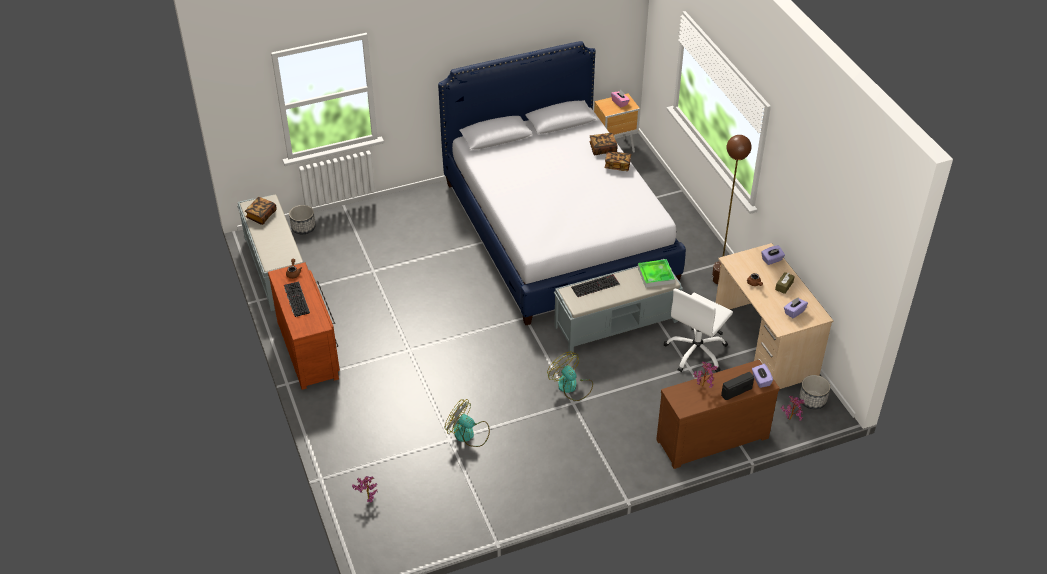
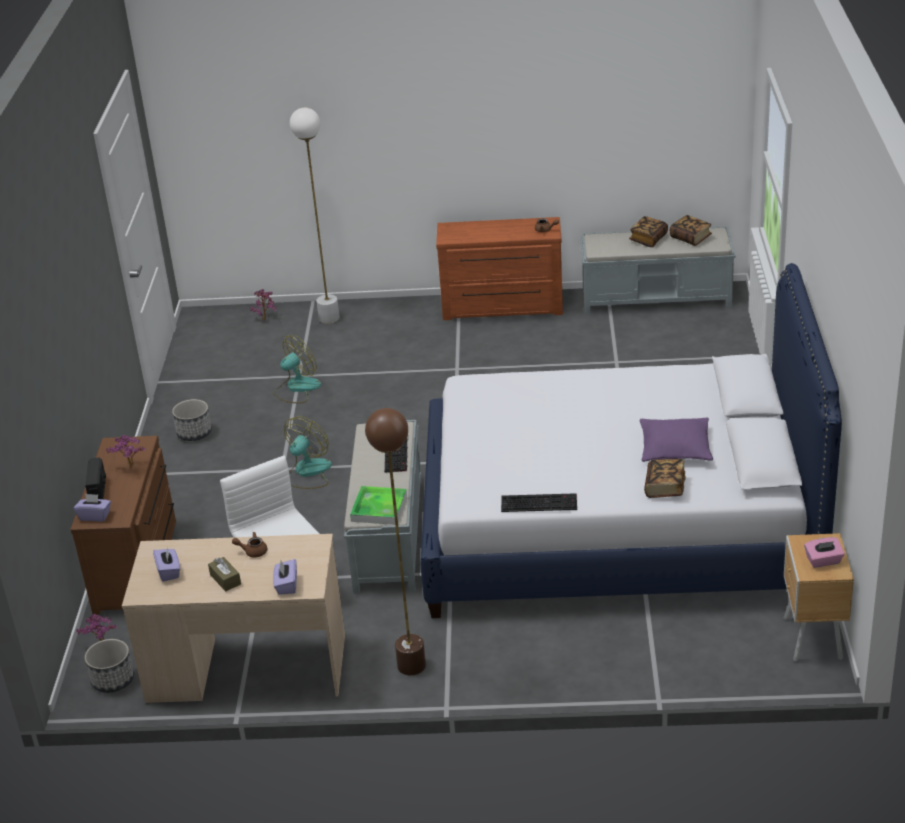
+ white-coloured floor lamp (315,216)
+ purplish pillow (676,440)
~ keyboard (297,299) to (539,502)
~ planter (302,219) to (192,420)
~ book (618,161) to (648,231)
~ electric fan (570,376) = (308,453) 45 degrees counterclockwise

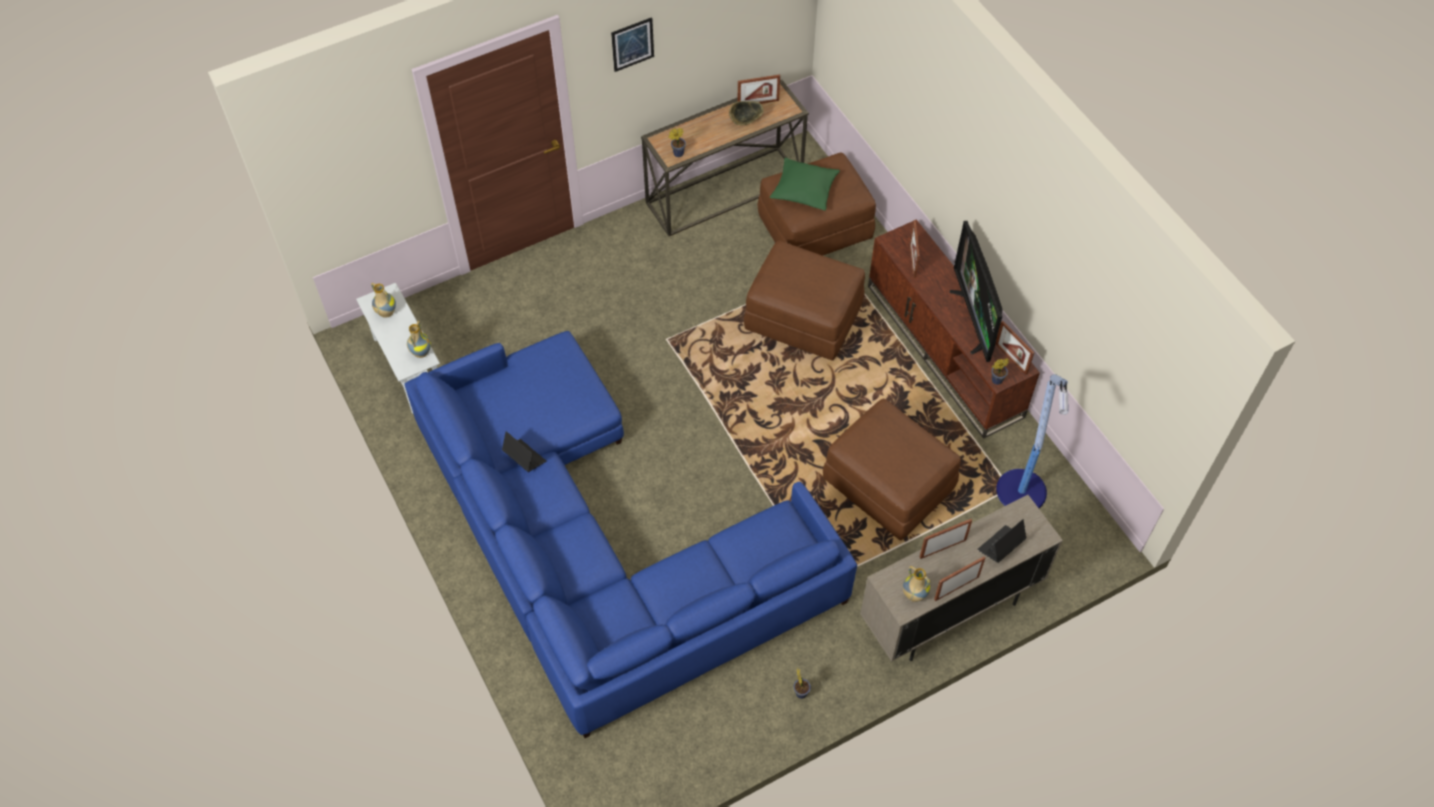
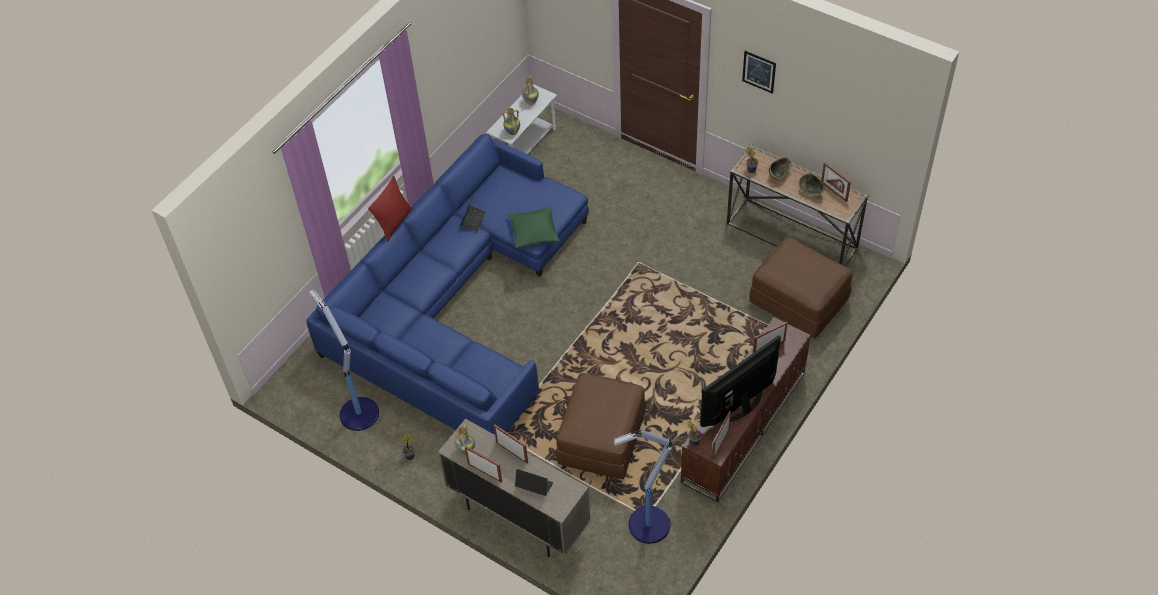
- brown-coloured footrest (804,301)
+ floor lamp (344,360)
+ red pillow (390,209)
+ deep dish (780,169)
~ green pillow (805,184) to (534,227)

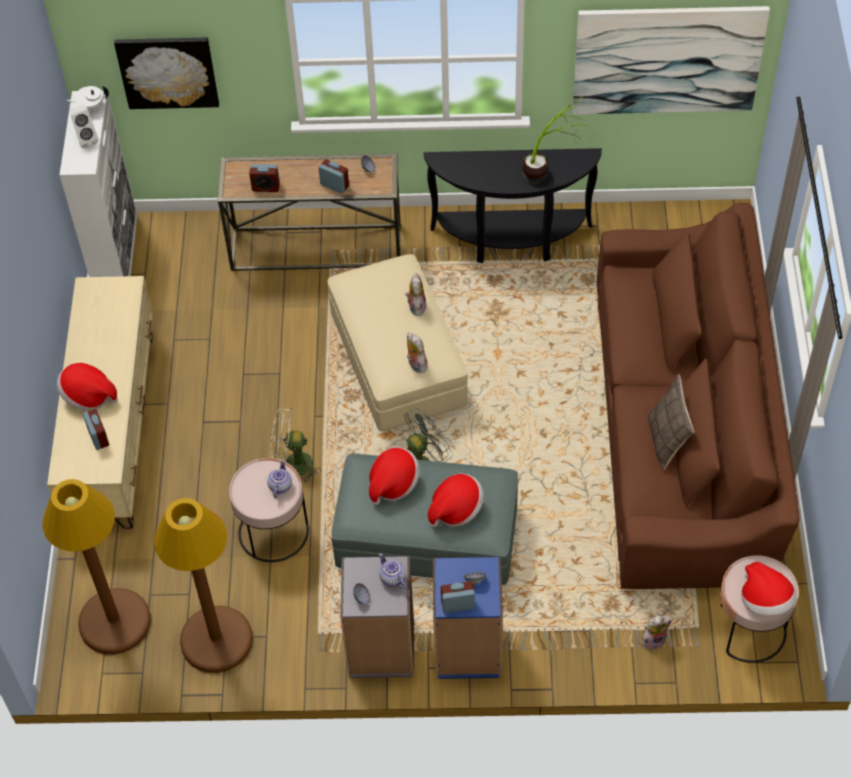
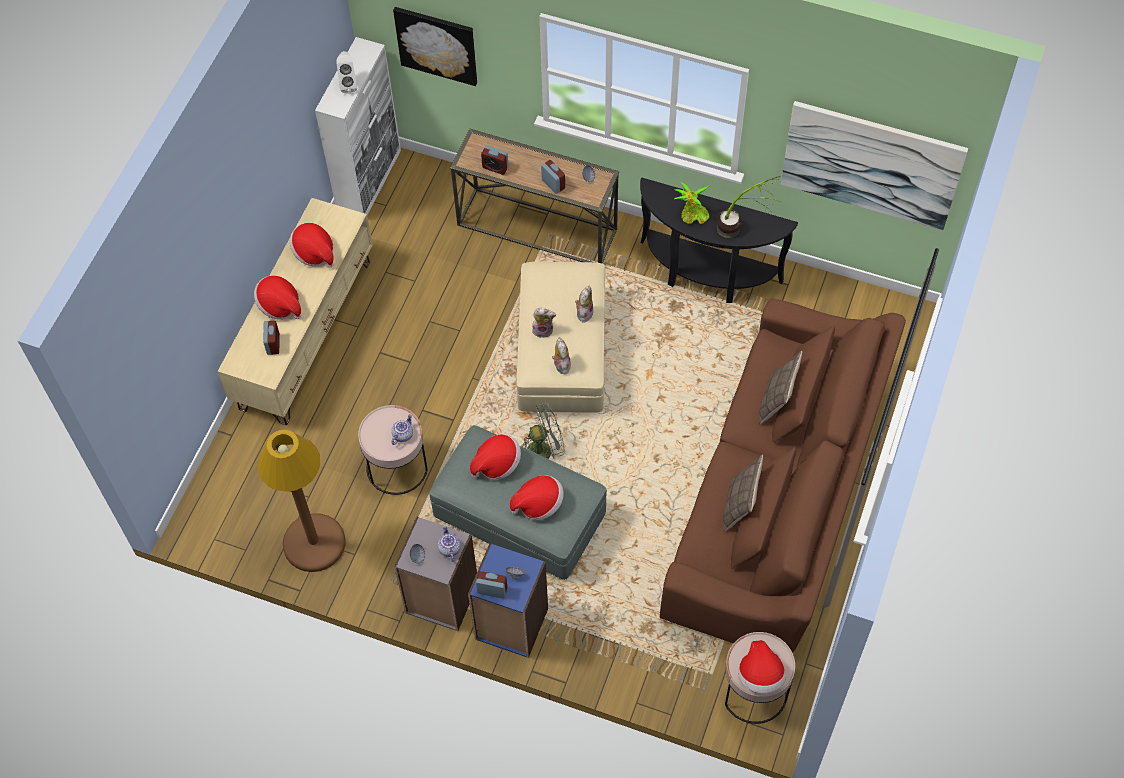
- brown-coloured floor lamp (96,567)
- white-coloured teapot (88,99)
- sand-coloured electric fan (295,445)
+ clothing hat (312,245)
+ plant in a pot (692,202)
+ pillow (780,387)
~ plush toy (657,633) to (544,323)

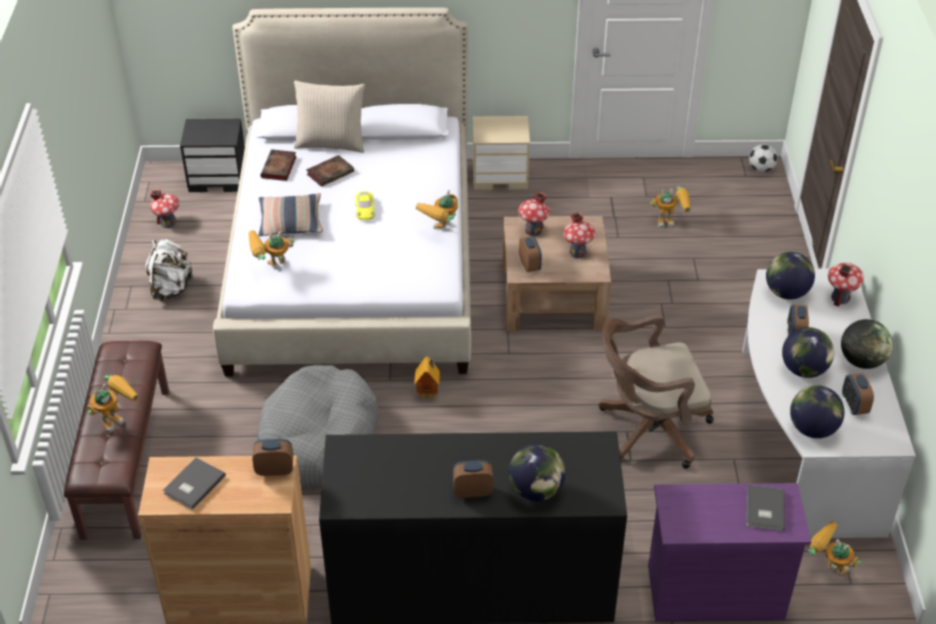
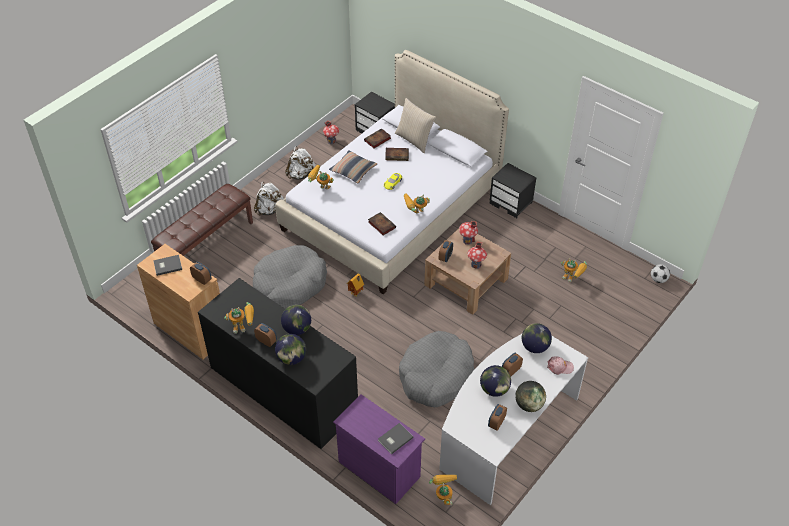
+ white-coloured rucksack (269,199)
+ book (382,223)
~ robot figure (113,404) to (239,318)
~ world globe (817,411) to (296,320)
~ brown-coloured office chair (656,391) to grey dog cushion (436,369)
~ miniature house (846,285) to pink baseball cap (560,365)
~ sand-coloured bedside table (501,153) to black-coloured bedside table (512,190)

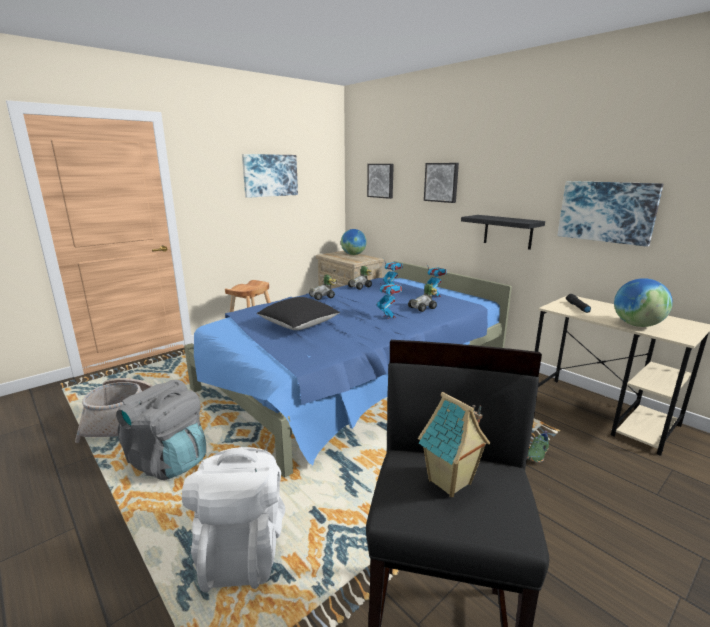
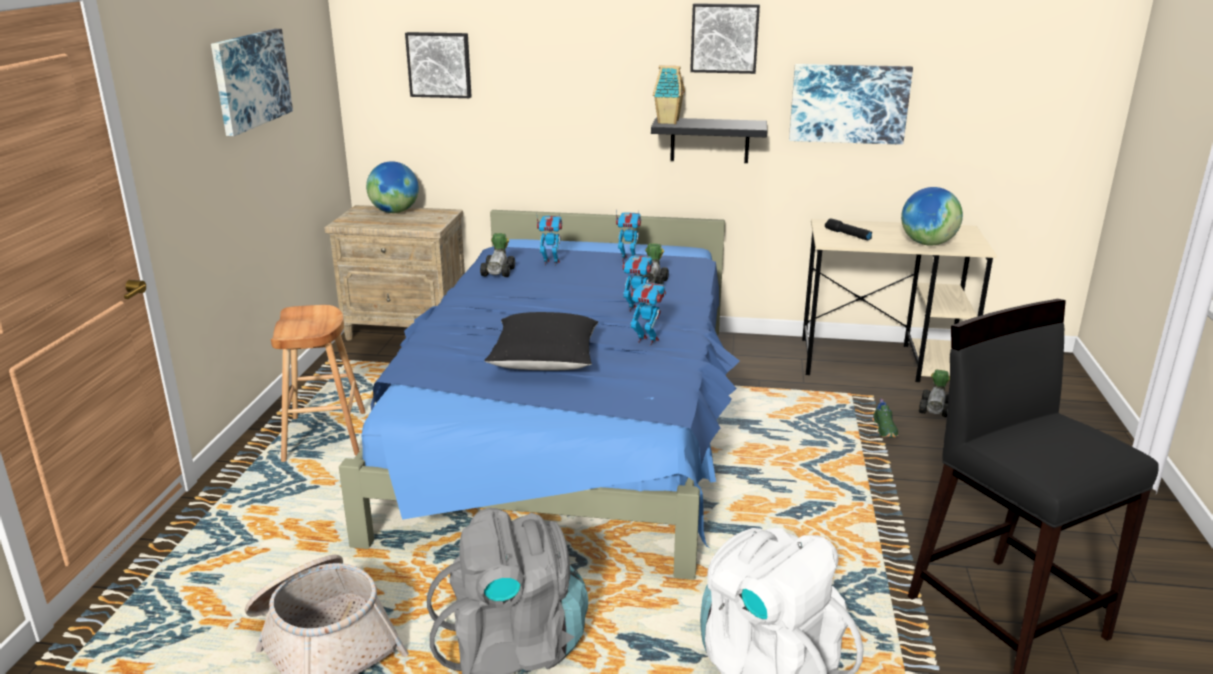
+ robot figure (648,313)
~ model car (323,287) to (934,394)
~ miniature house (454,444) to (669,94)
~ wall art (441,183) to (725,38)

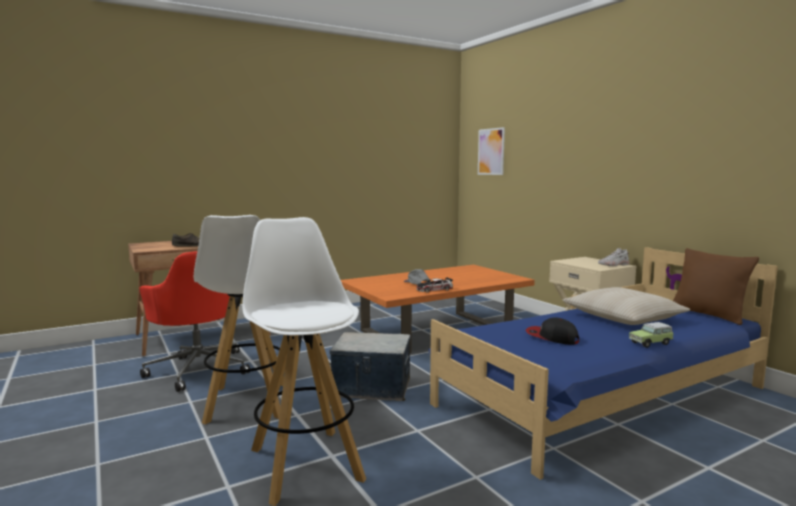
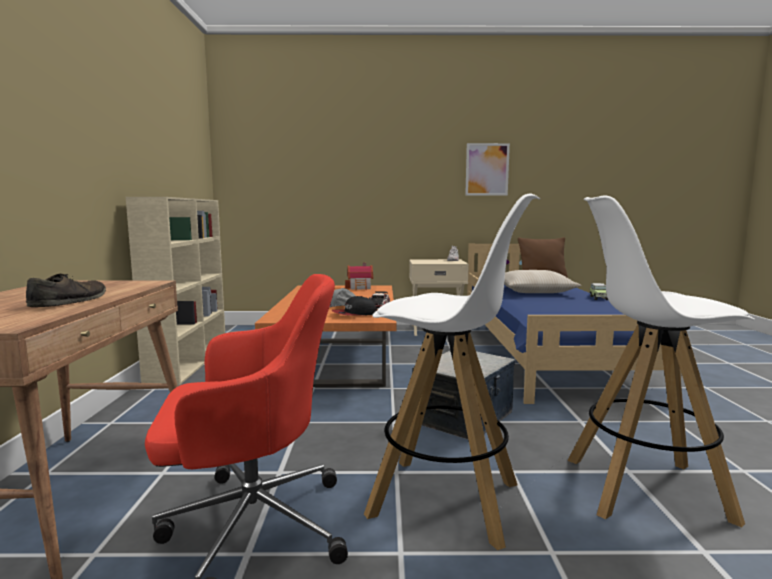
+ sand-coloured shelving unit (175,291)
+ miniature house (359,276)
~ wall art (491,151) to (487,169)
~ baseball cap (552,331) to (354,306)

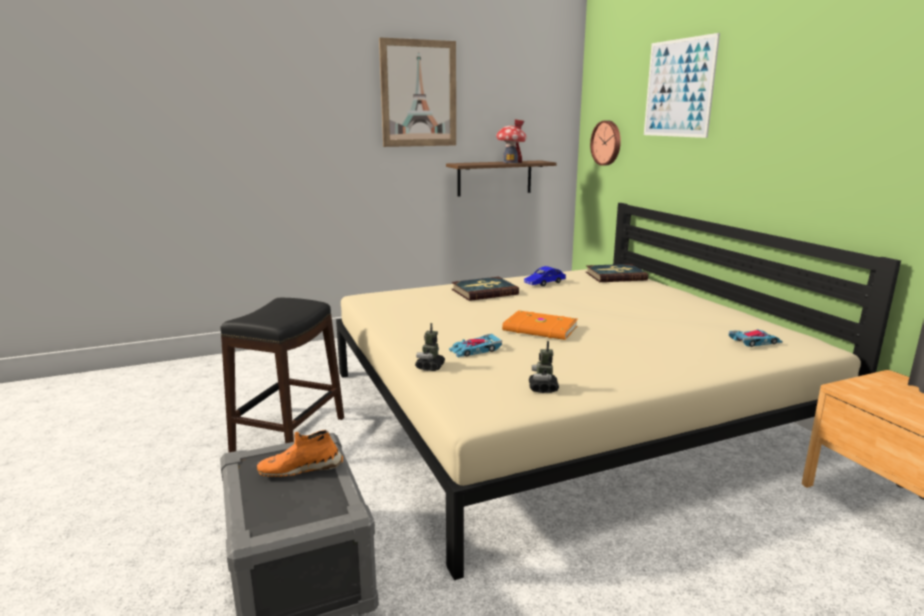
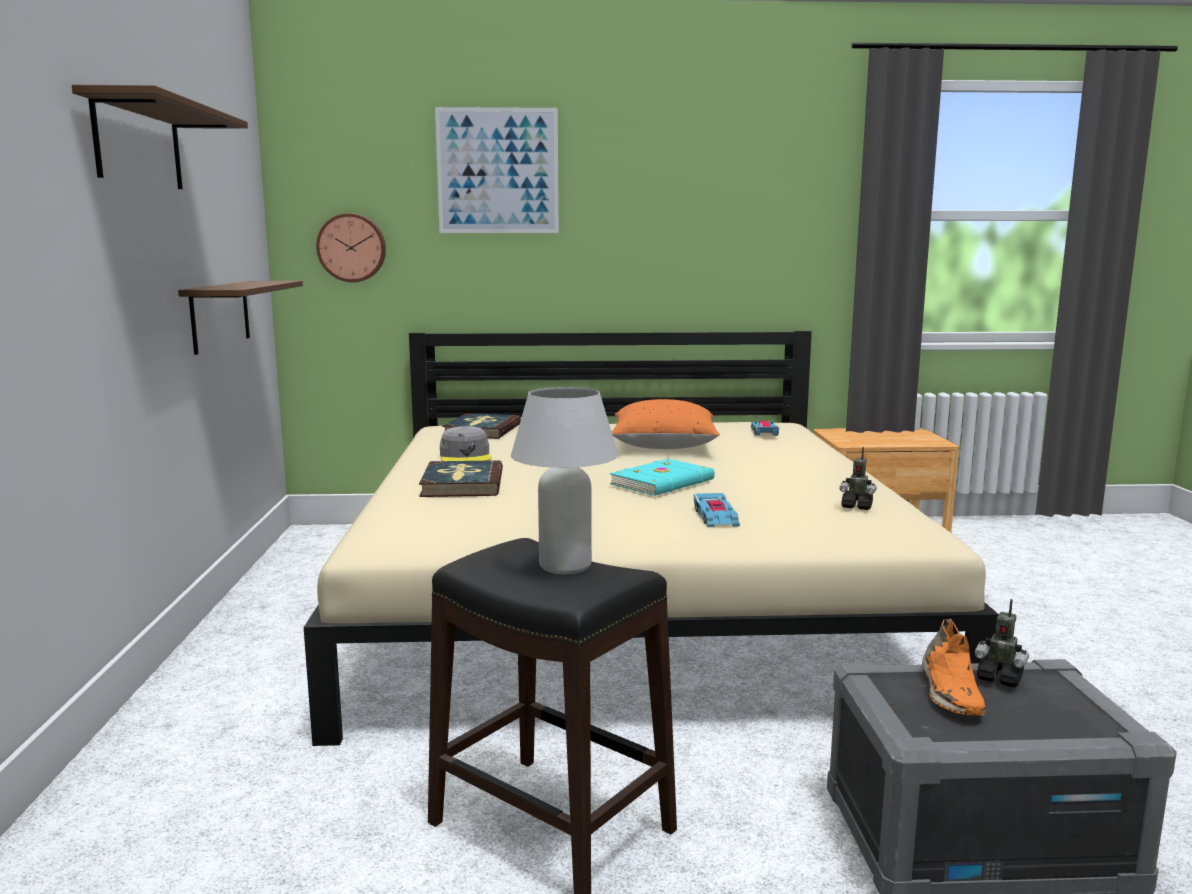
- miniature house (511,141)
+ white-coloured table lamp (564,480)
+ orange-coloured pillow (666,424)
~ robot figure (430,347) to (1002,643)
~ wall art (417,92) to brown-coloured shelf (160,137)
~ blue model car (545,276) to grey baseball cap (465,443)
~ orange-coloured book (540,325) to blue-green book (662,477)

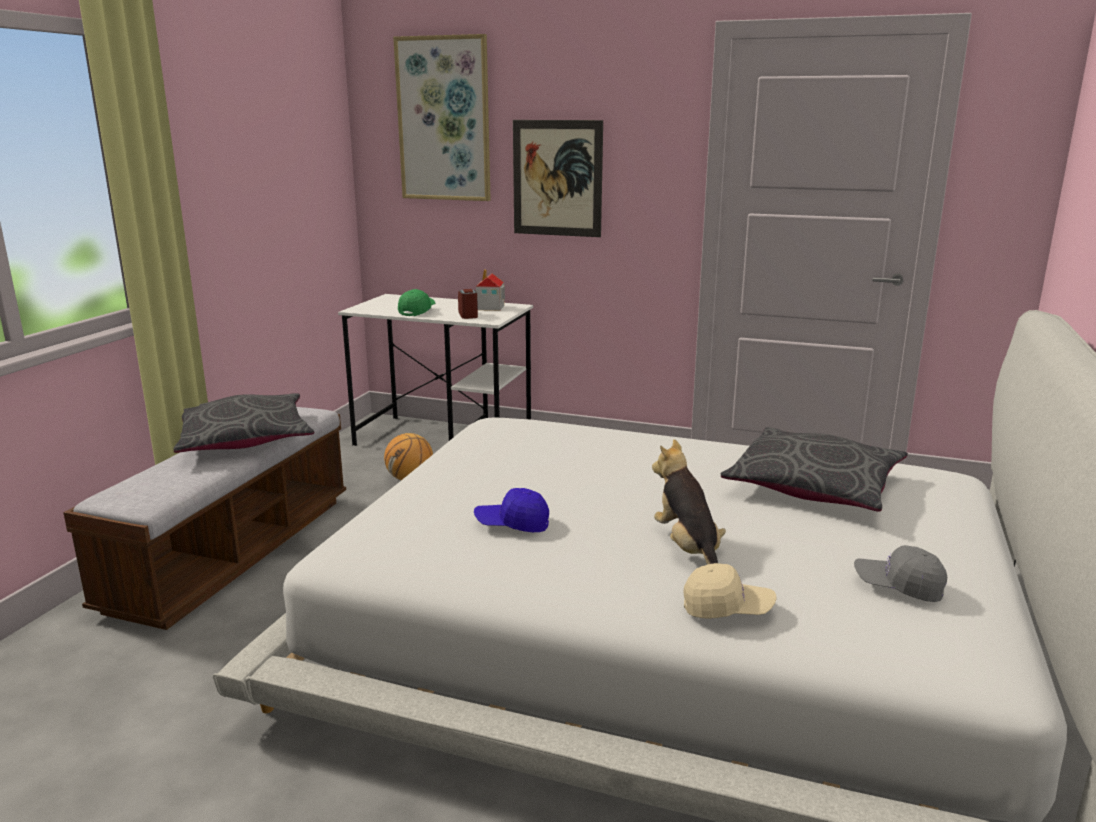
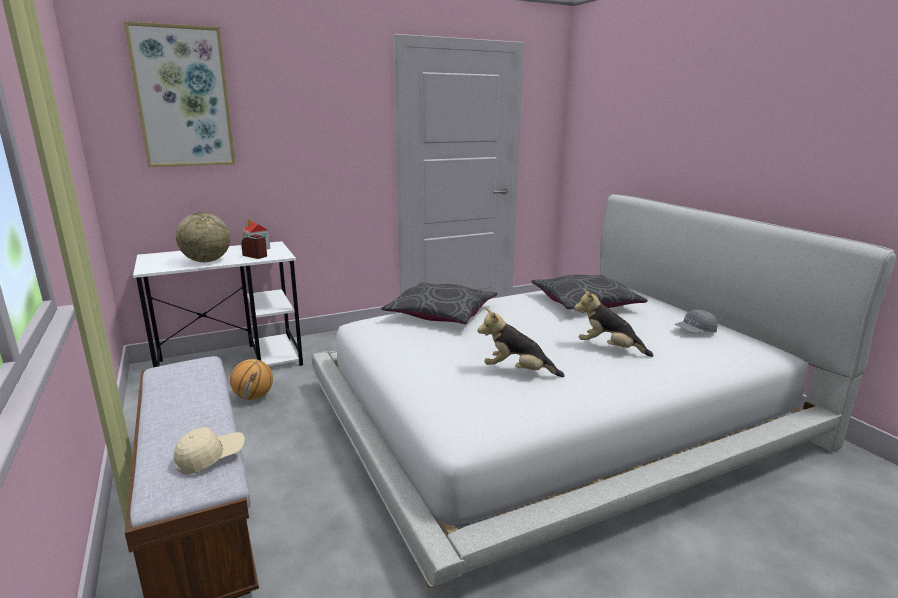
- wall art (558,178)
~ grey pillow (244,423) to (439,303)
~ sand-coloured baseball cap (729,591) to (209,451)
~ green baseball cap (416,302) to world globe (203,237)
~ blue baseball cap (511,510) to plush toy (520,342)

